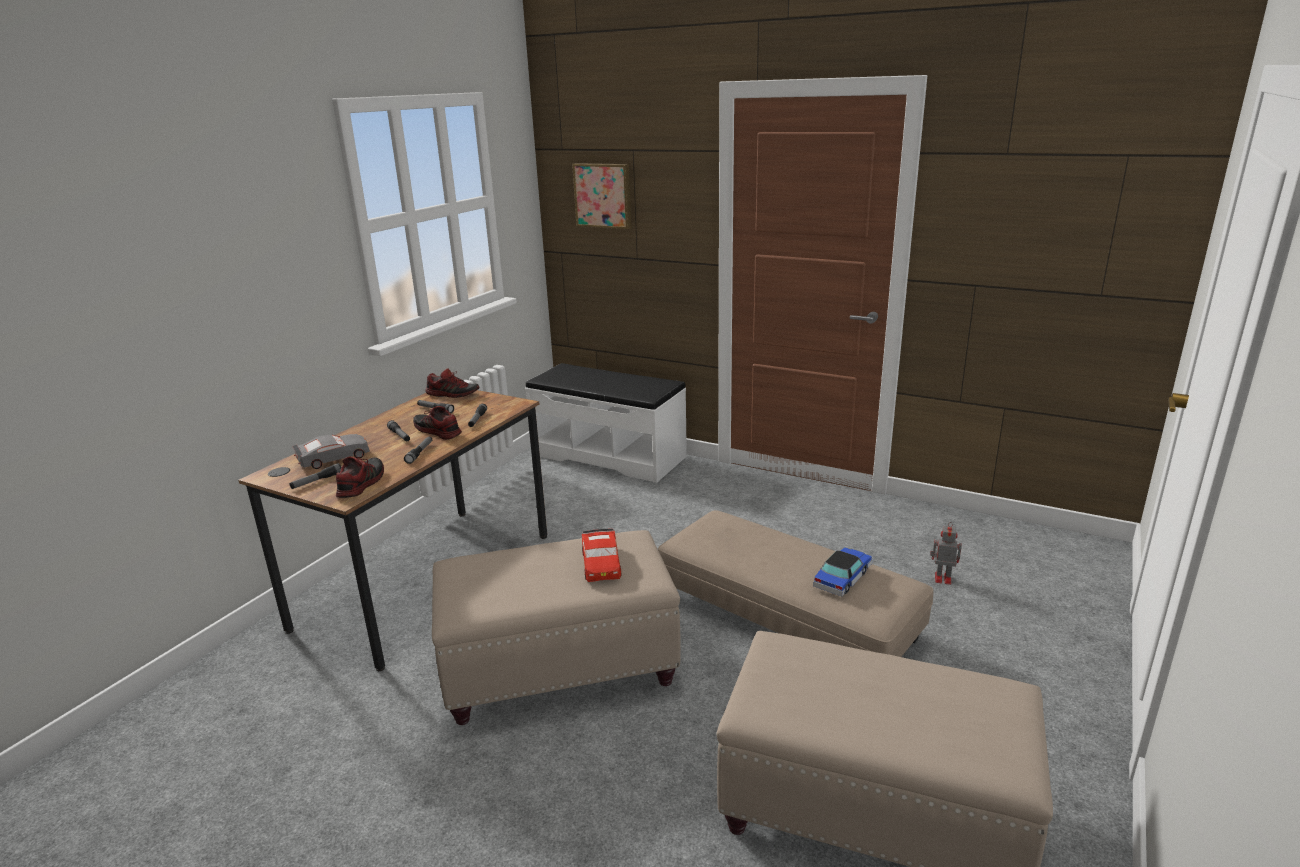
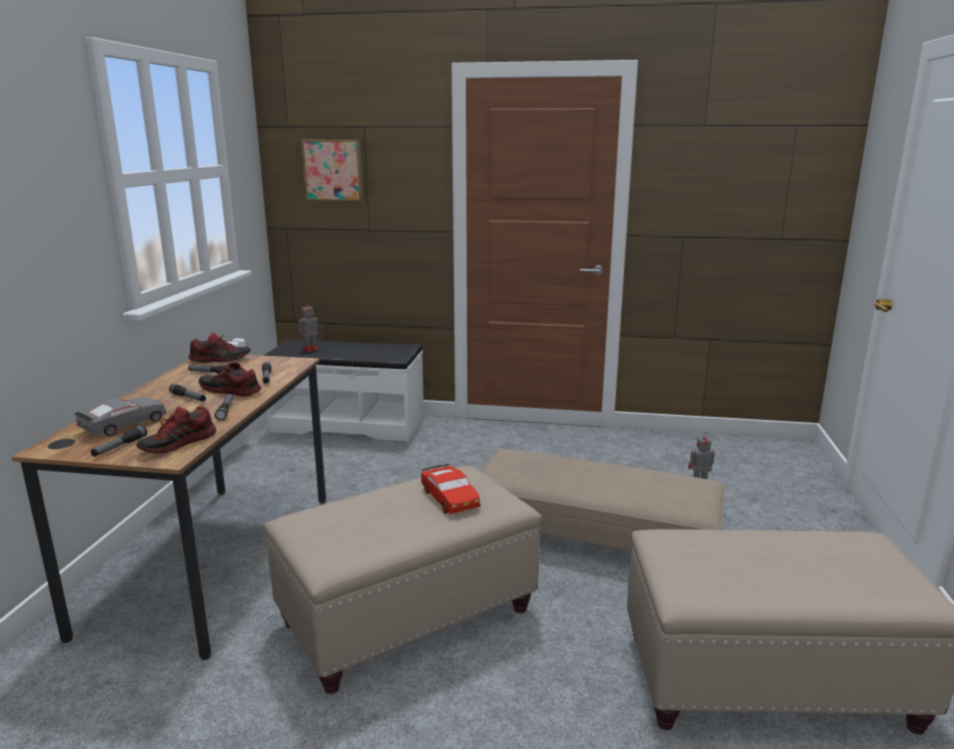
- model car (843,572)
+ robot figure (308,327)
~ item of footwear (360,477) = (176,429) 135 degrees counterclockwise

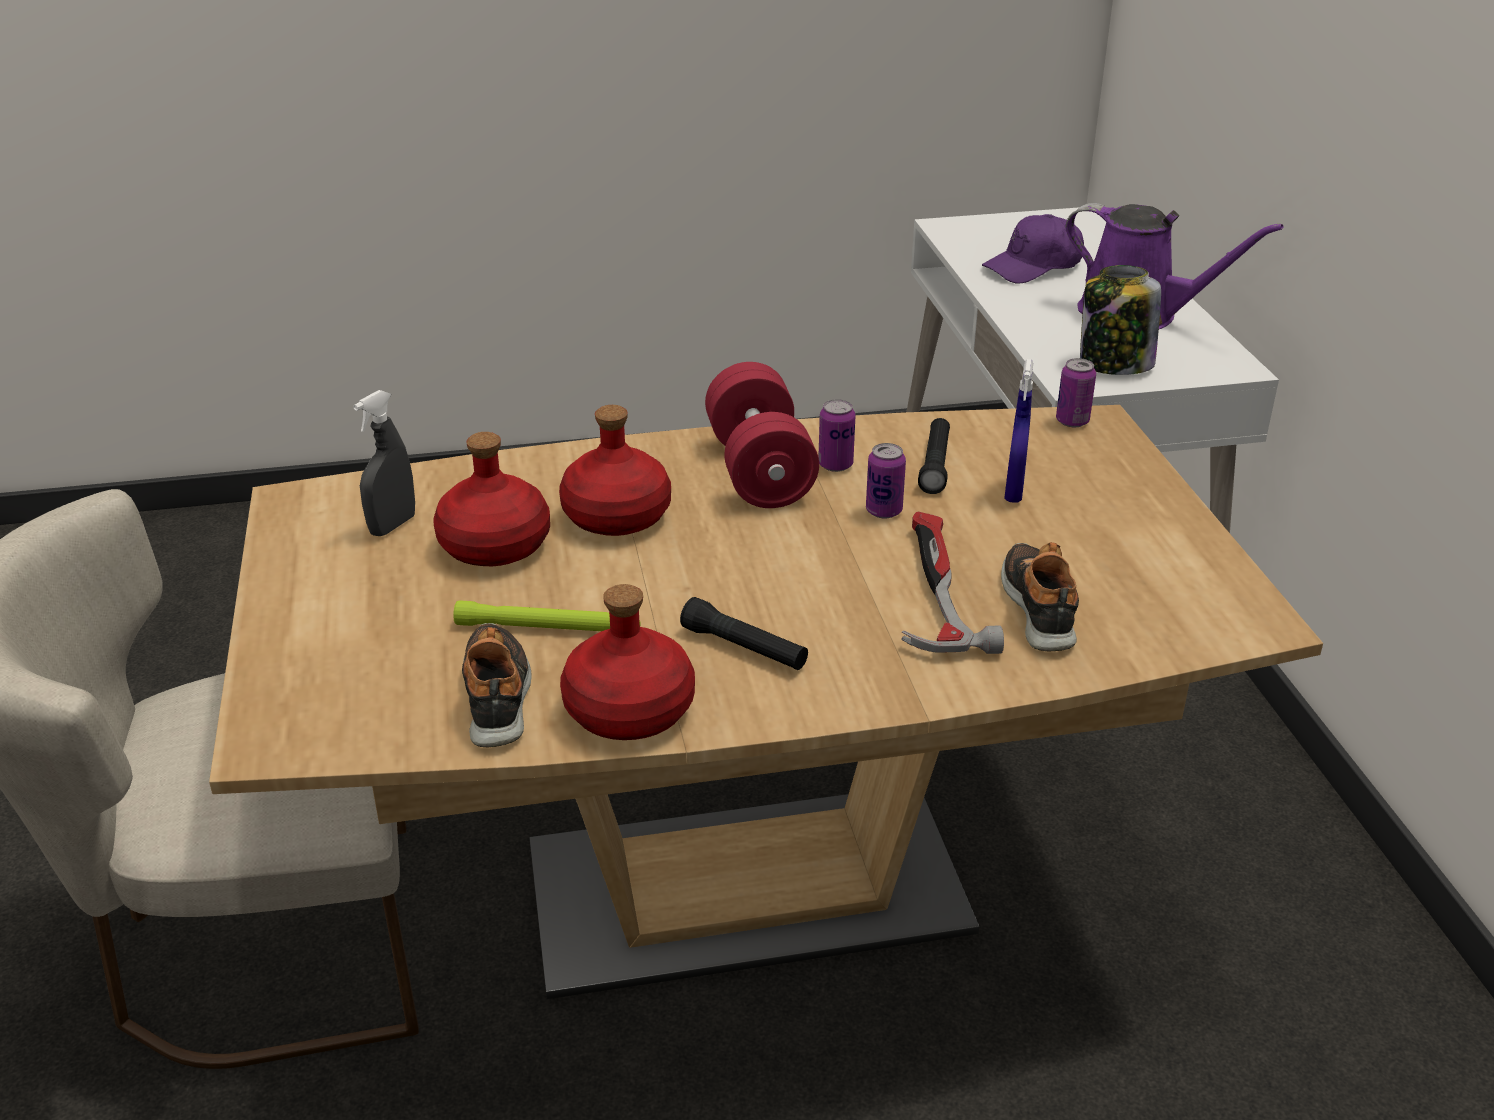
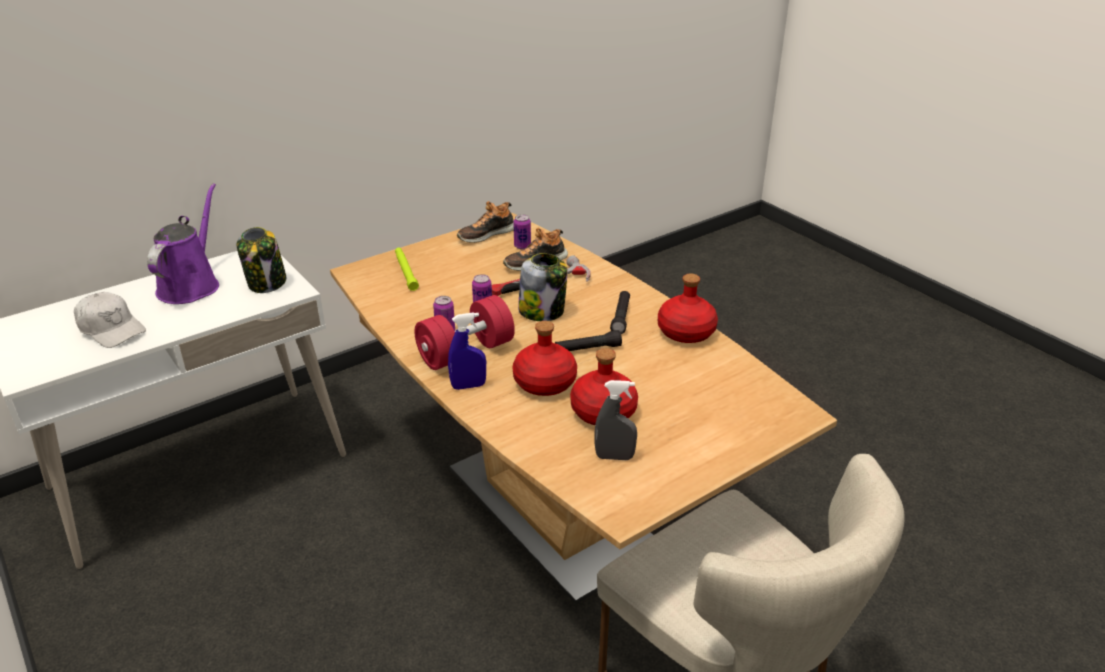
+ preserve jar (543,287)
~ green hand torch (547,615) to (407,269)
~ item of footwear (497,685) to (485,222)
~ black-coloured hand torch (934,456) to (588,340)
~ blue spray bottle (1018,431) to (467,351)
~ sealed can (1076,392) to (522,231)
~ purplish baseball cap (1033,248) to white-coloured baseball cap (110,320)

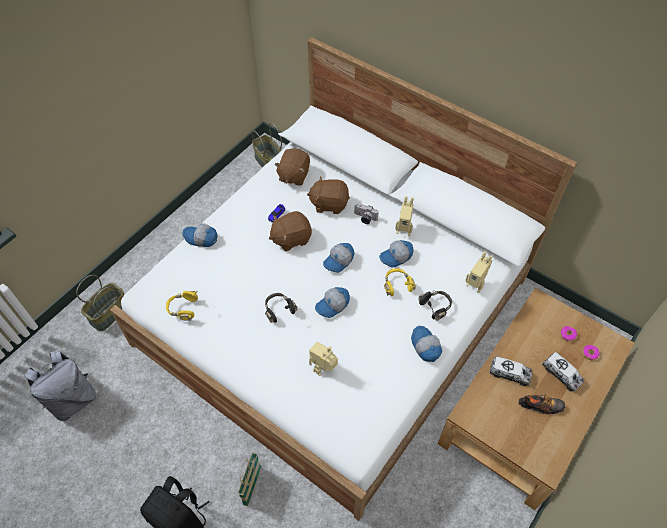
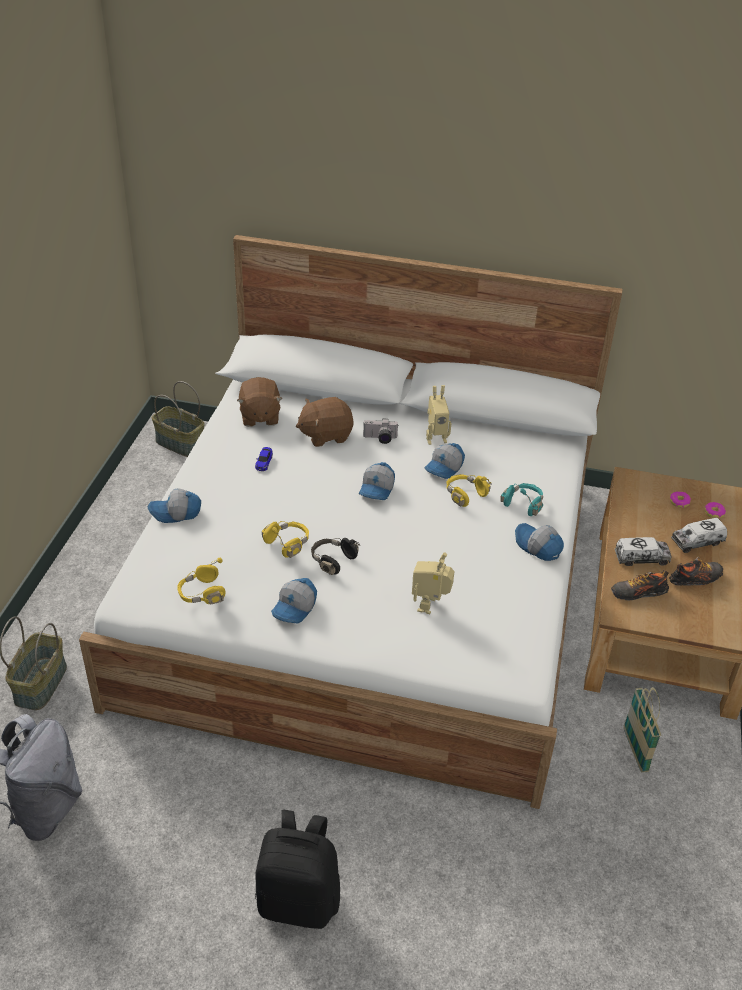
- brown-coloured plush toy (290,231)
- robot figure (479,272)
+ yellowish headphones (285,539)
+ item of footwear (640,585)
~ storage basket (250,479) to (642,729)
~ baseball cap (332,302) to (294,601)
~ black-coloured headphones (435,306) to blue-green headphones (521,499)
~ toy truck (563,372) = (699,535) 135 degrees clockwise

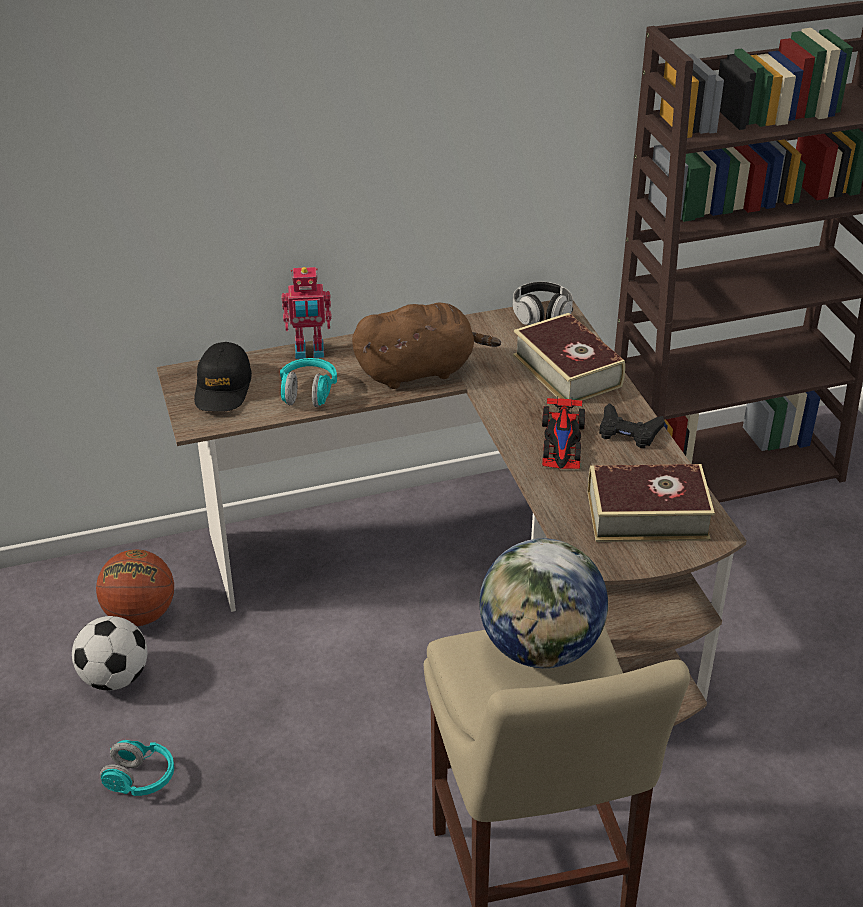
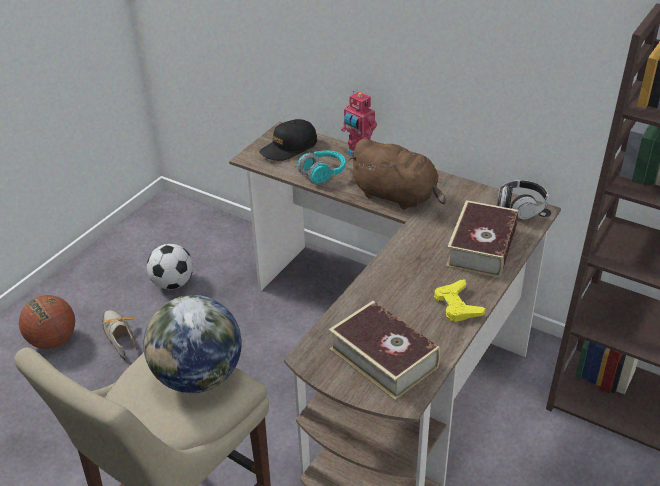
- model car (563,433)
~ basketball (135,587) to (47,322)
~ blue-green headphones (137,768) to item of footwear (119,335)
~ black-coloured gamepad (632,425) to yellowish gamepad (459,300)

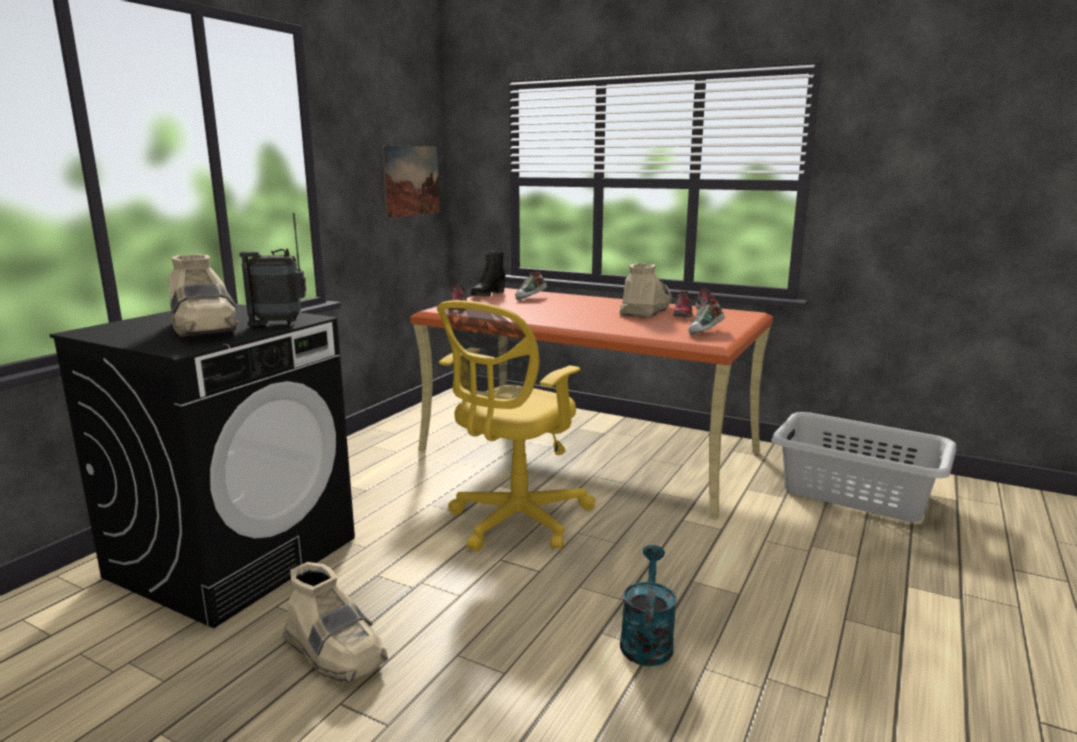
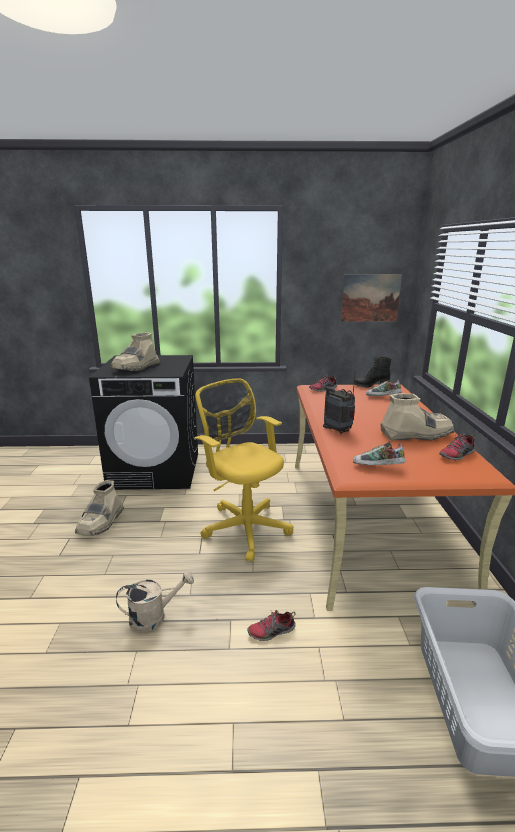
~ radio (273,269) to (339,403)
~ item of footwear (683,304) to (271,625)
~ blue-green watering pot (648,605) to sand-coloured watering pot (155,601)
~ yellowish office chair (516,426) = (244,470) 45 degrees clockwise

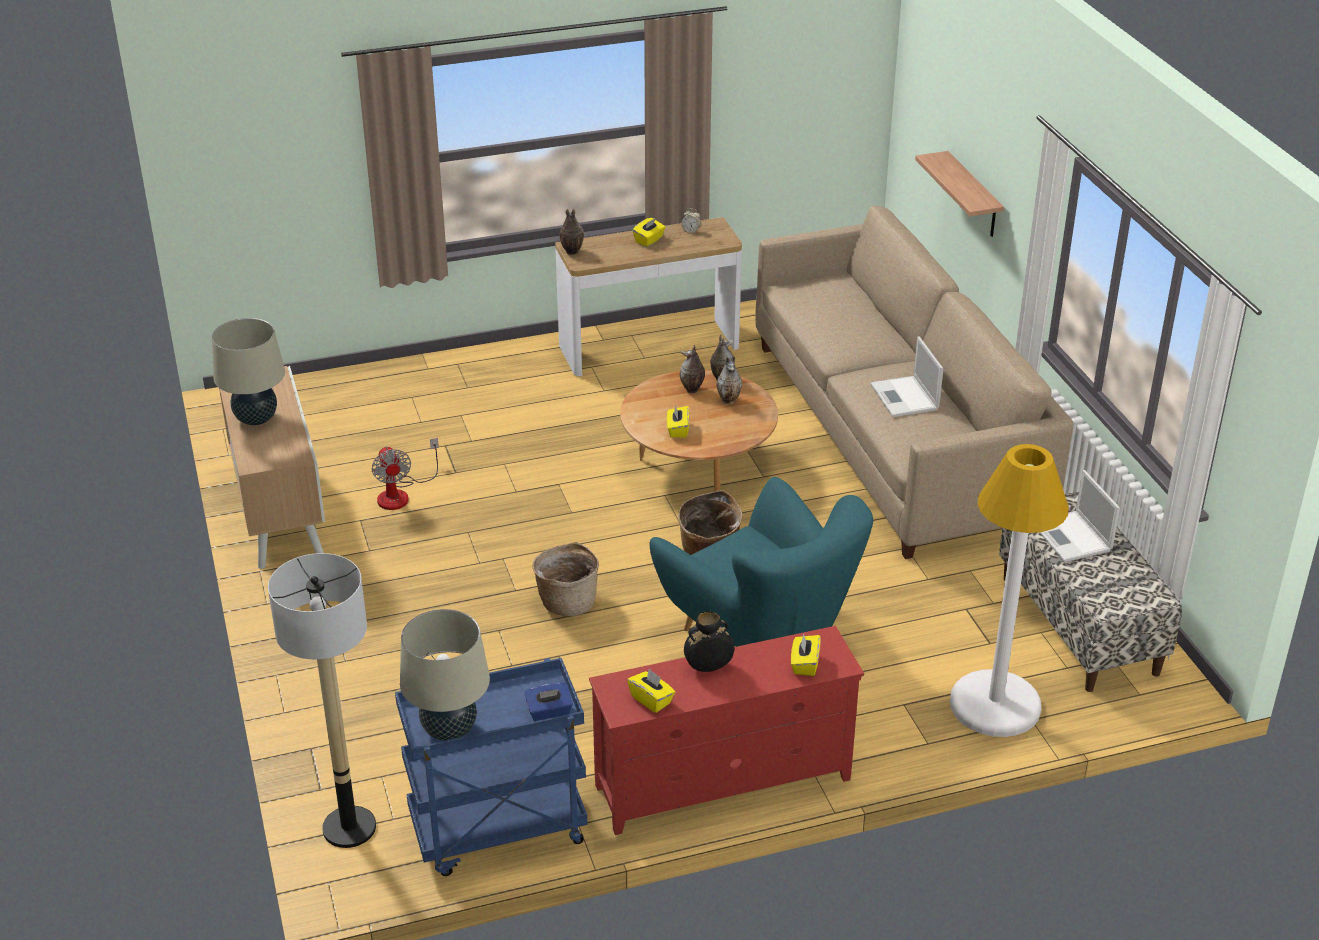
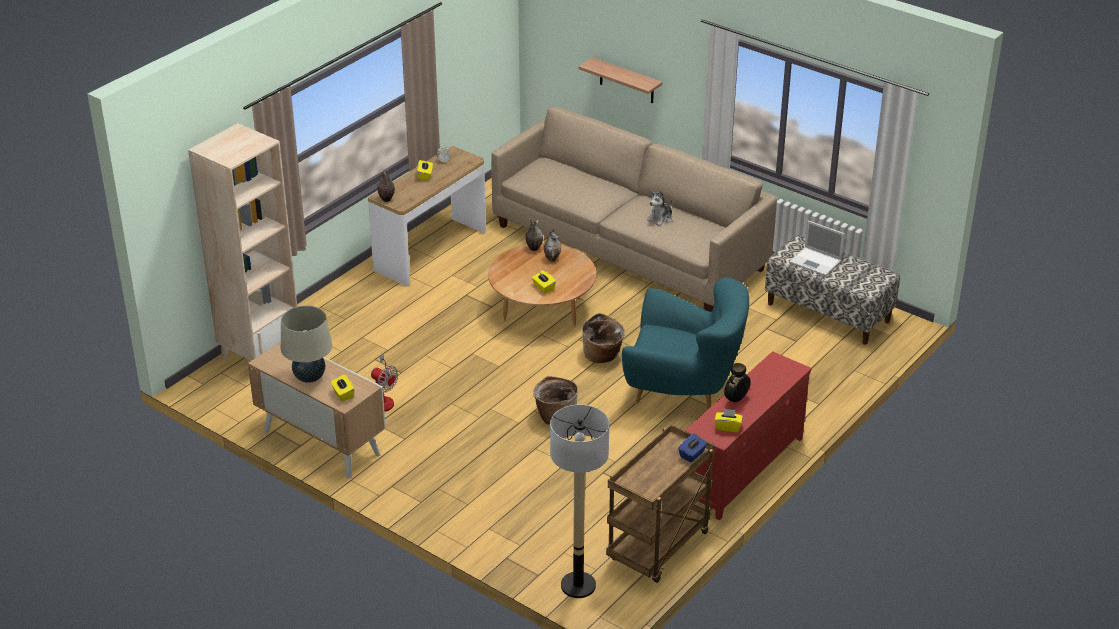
- sand-coloured table lamp (445,675)
- flower vase (692,369)
- white-coloured floor lamp (1009,590)
+ sand-coloured shelving unit (242,242)
~ yellowish tissue box (806,654) to (342,388)
~ portable computer (906,376) to plush toy (659,208)
~ blue wheeled cart (491,767) to brown-coloured wheeled cart (660,504)

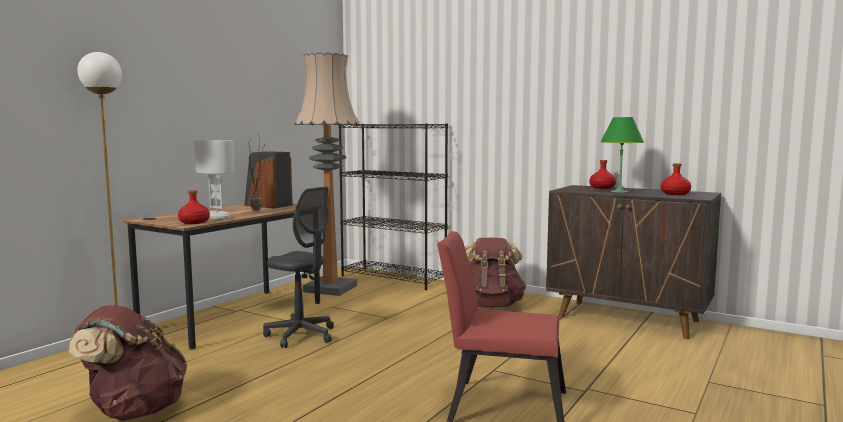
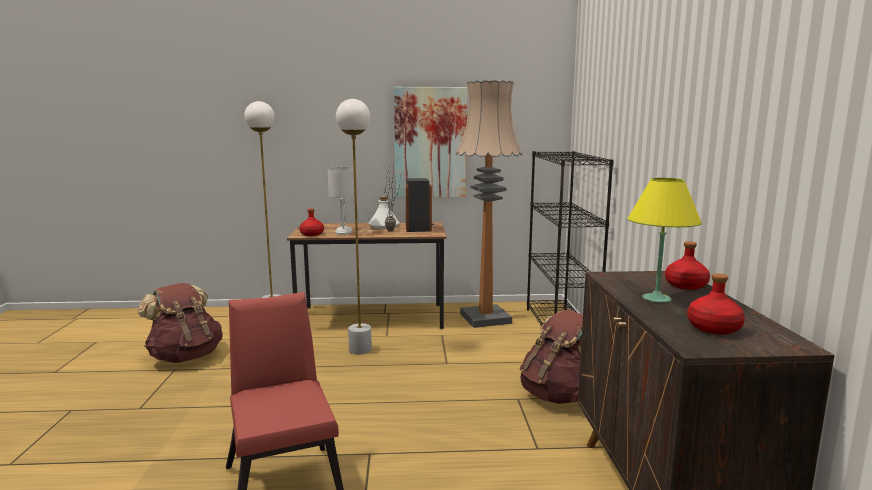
+ white-coloured bottle (384,212)
+ wall art (430,142)
~ grey office chair (298,267) to white-coloured floor lamp (354,226)
~ green table lamp (622,155) to yellowish table lamp (664,240)

